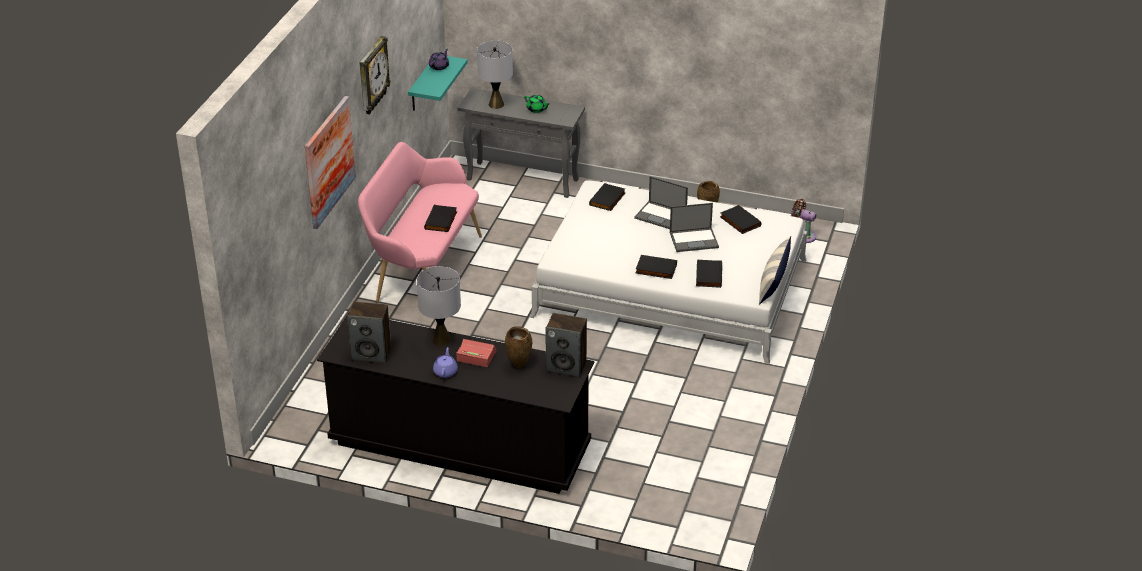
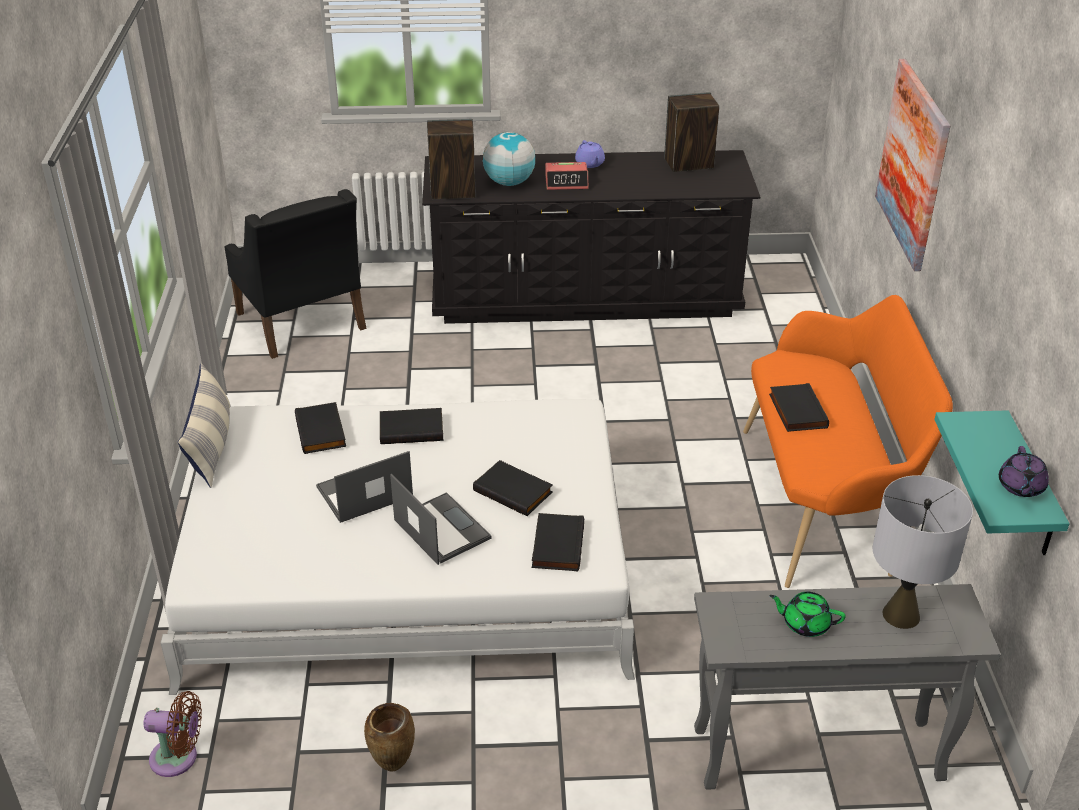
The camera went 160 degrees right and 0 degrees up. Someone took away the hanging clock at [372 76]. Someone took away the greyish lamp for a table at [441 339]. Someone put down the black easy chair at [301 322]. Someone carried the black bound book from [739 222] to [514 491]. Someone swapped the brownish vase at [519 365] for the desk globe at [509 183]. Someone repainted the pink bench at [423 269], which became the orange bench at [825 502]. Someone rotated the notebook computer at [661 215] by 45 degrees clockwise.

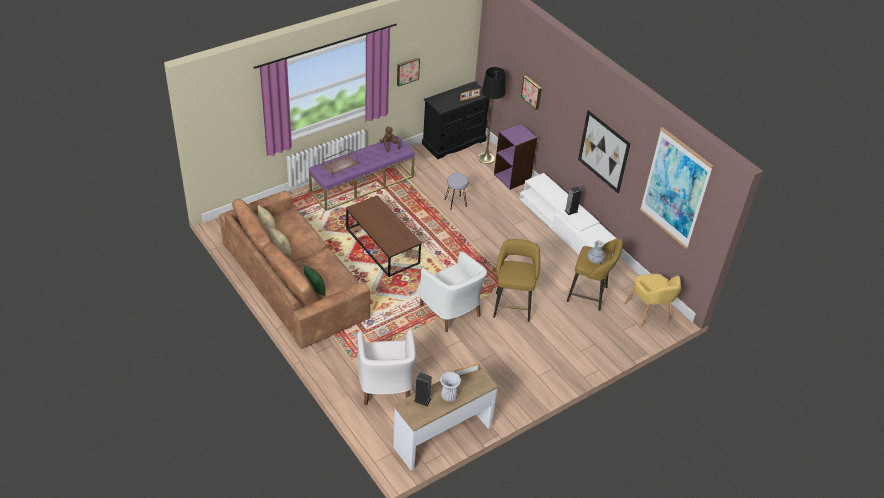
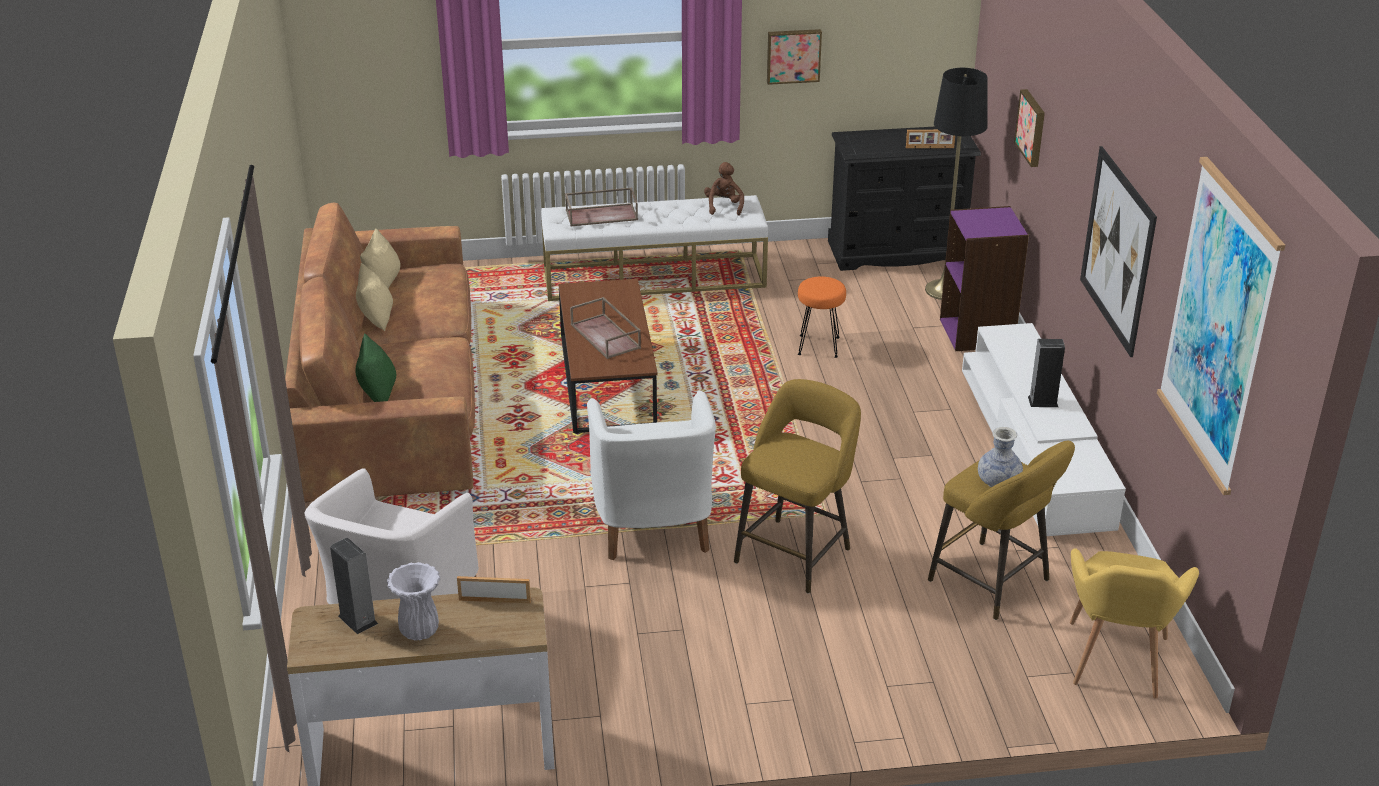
The camera went 30 degrees right and 10 degrees down. Someone put down the brownish carrying tray at [606 336]. Someone repainted the purplish bench at [362 184], which became the white-coloured bench at [654 277]. Someone repainted the greyish stool at [456 202], which became the orange stool at [819 346].

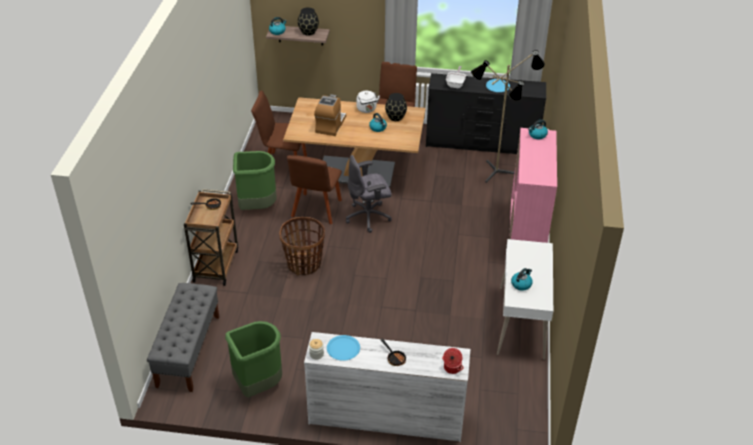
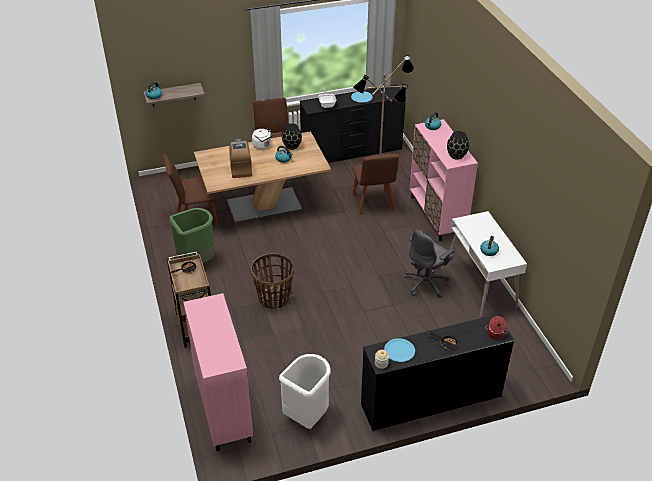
The camera went 25 degrees left and 0 degrees up. Someone carried the brownish plain chair from [316 210] to [373 203]. Someone carried the black vase from [308 32] to [456 155]. Someone carried the greyish computer chair from [369 217] to [426 283]. Someone swapped the greyish bench at [188 350] for the pink cabinet at [223 409]. Someone repainted the green-coloured trash can at [258 385], which became the white-coloured trash can at [307 415]. Someone repainted the white-coloured drawer chest at [386 417], which became the black drawer chest at [430 400].

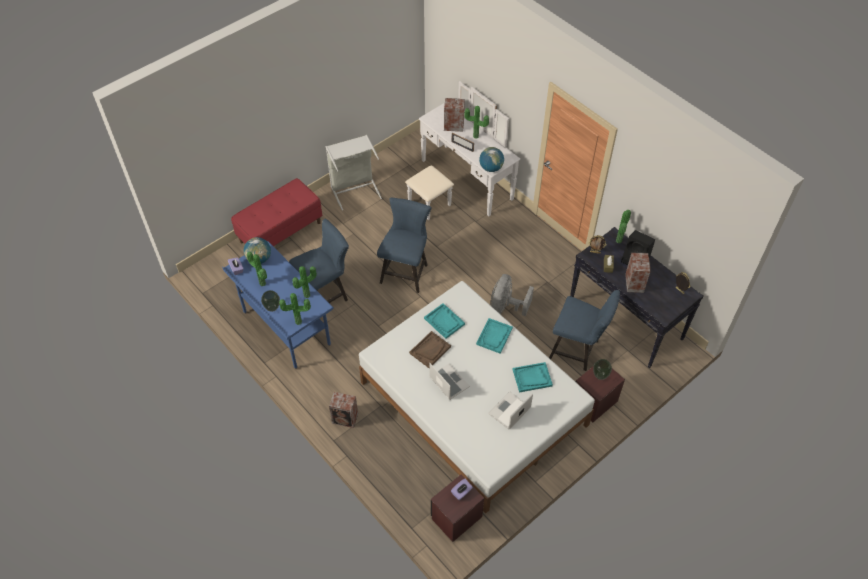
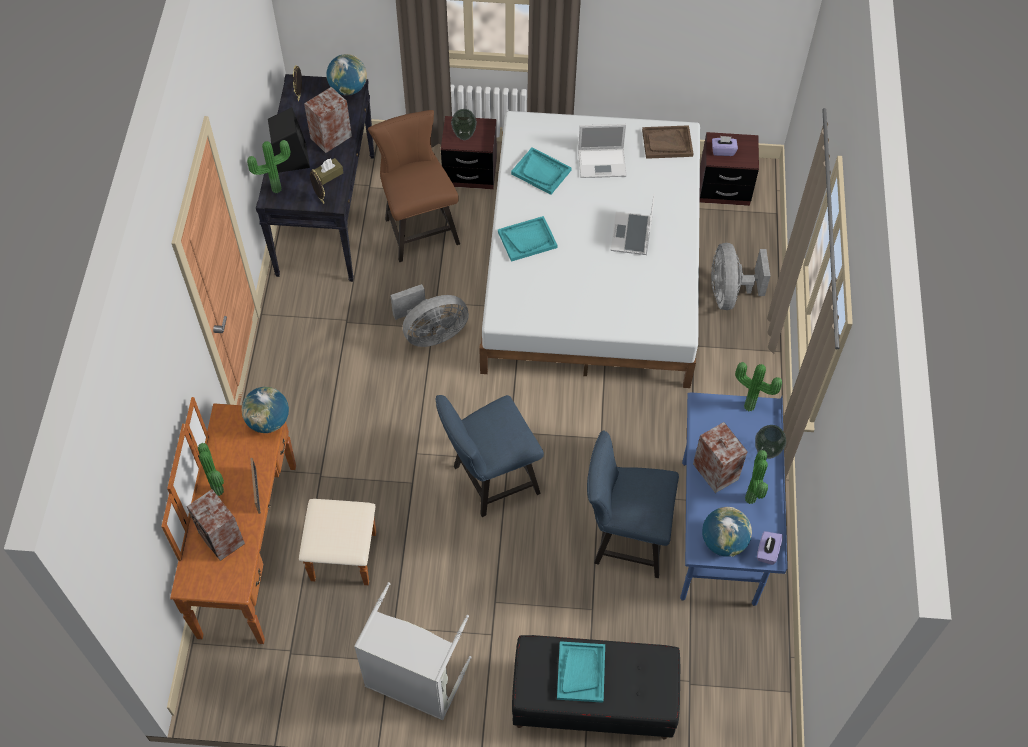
The camera went 135 degrees left and 5 degrees up. Someone took away the potted plant at [308 296]. Someone put down the desk globe at [348 89]. Someone put down the greyish cooling fan at [729 293]. Someone carried the speaker from [346 419] to [715 470]. Someone carried the brownish carrying tray from [430 350] to [667 143]. Someone carried the blue-green carrying tray from [444 321] to [581 672]. Someone repainted the red bench at [280 232], which became the black bench at [592 702]. Someone repainted the white-coloured drawer chest at [458 185], which became the brownish drawer chest at [270 550]. Someone repainted the blue plain chair at [577 350], which became the brownish plain chair at [418 227].

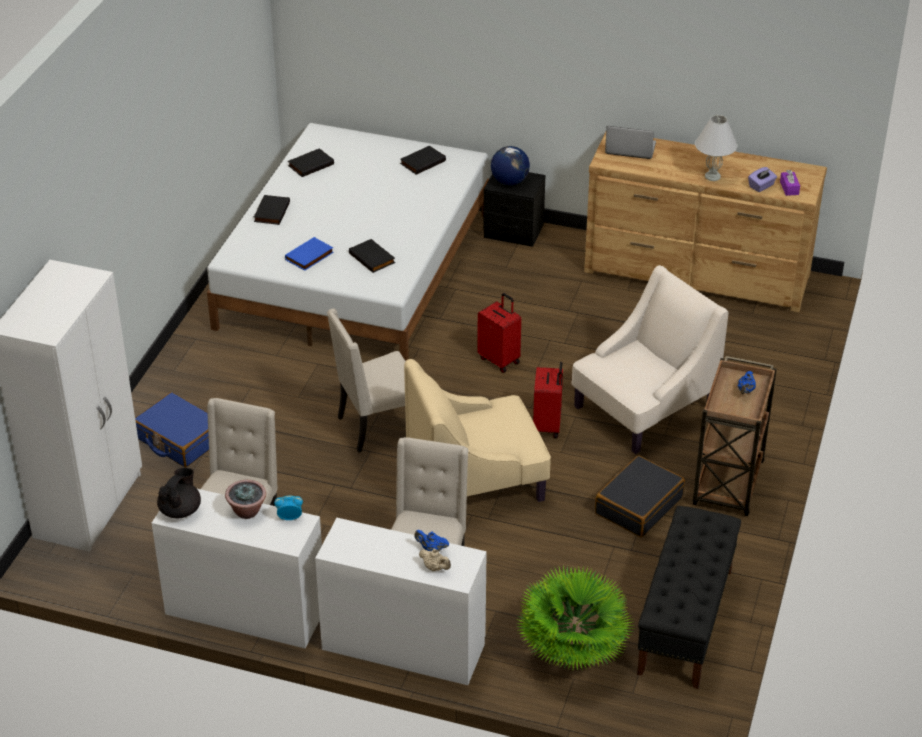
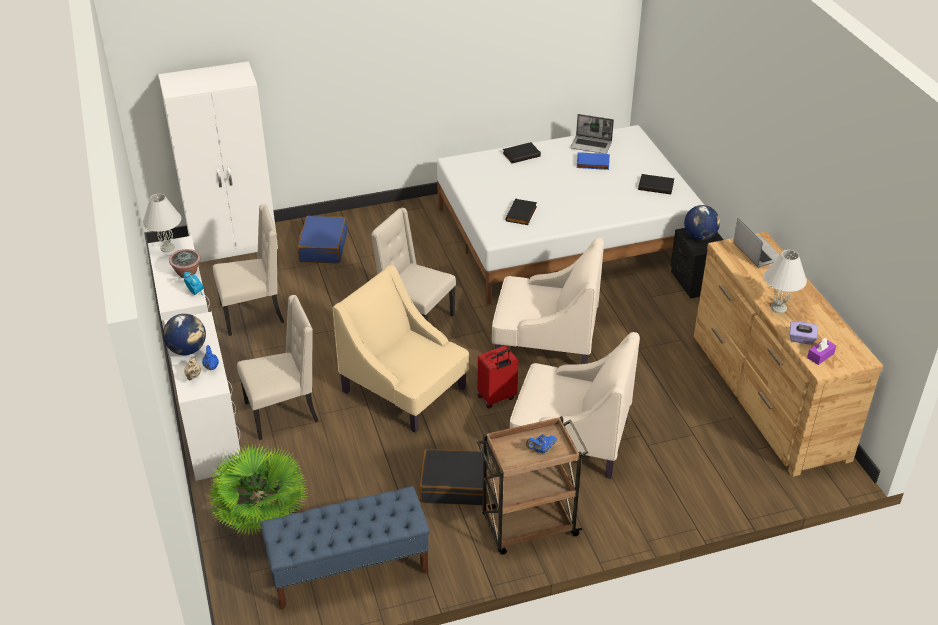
The camera went 55 degrees right and 0 degrees up. Someone put down the desk globe at [187 350]. Someone carried the blue bound book from [310 257] to [592 163]. Someone swapped the black teapot at [180 510] for the white-coloured lamp for a table at [167 248]. Someone swapped the black bound book at [310 164] for the notebook computer at [591 145]. Someone swapped the red travel case at [500 360] for the beige easy chair at [544 341]. Someone repainted the black bench at [685 622], which became the blue bench at [348 569].

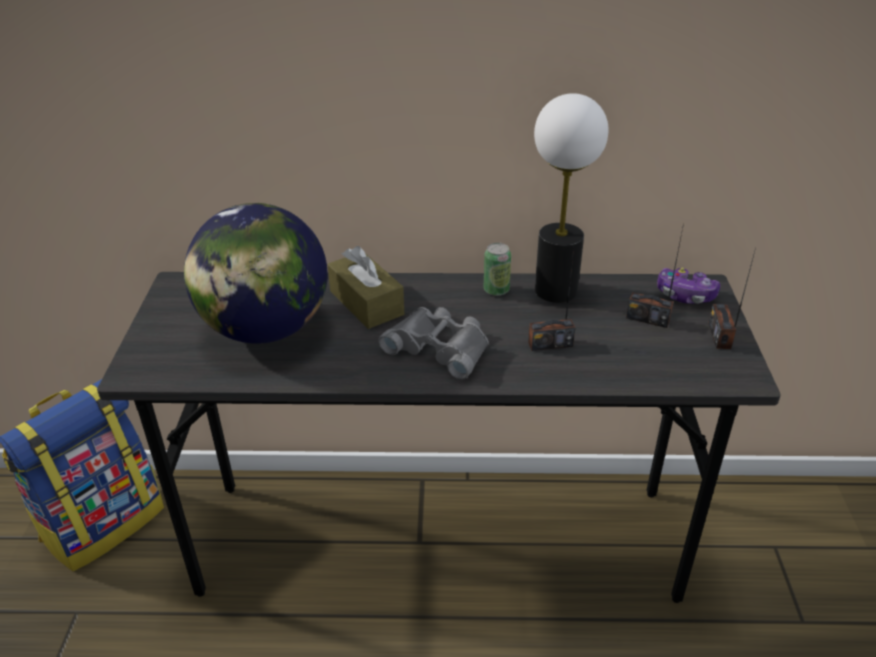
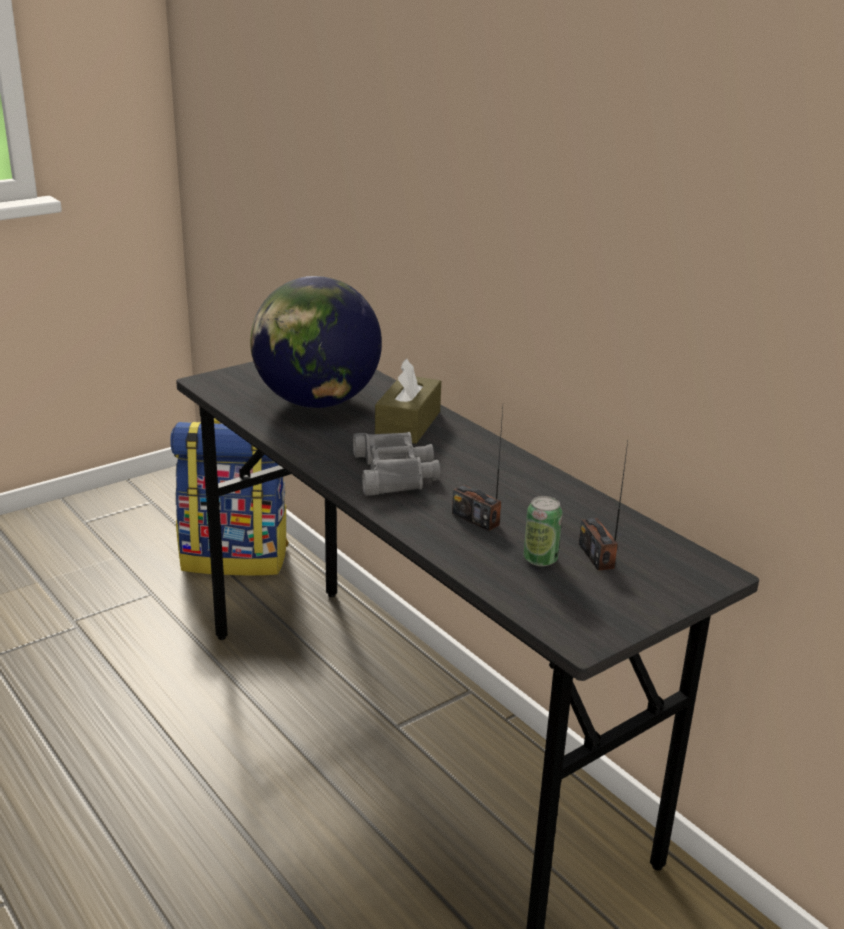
The camera went 50 degrees right and 10 degrees down. Someone took away the lamp for a table at [555 291]. Someone took away the game controller at [685 295]. Someone took away the radio receiver at [720 335]. Someone carried the metal can from [496 290] to [540 559].

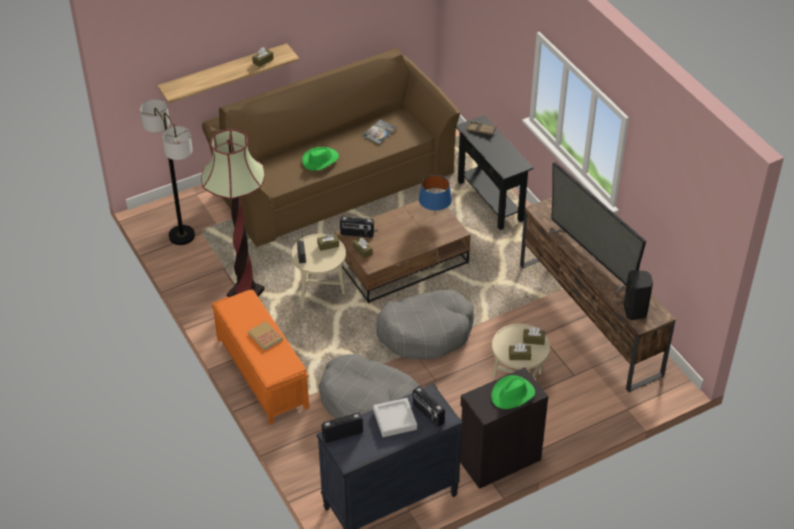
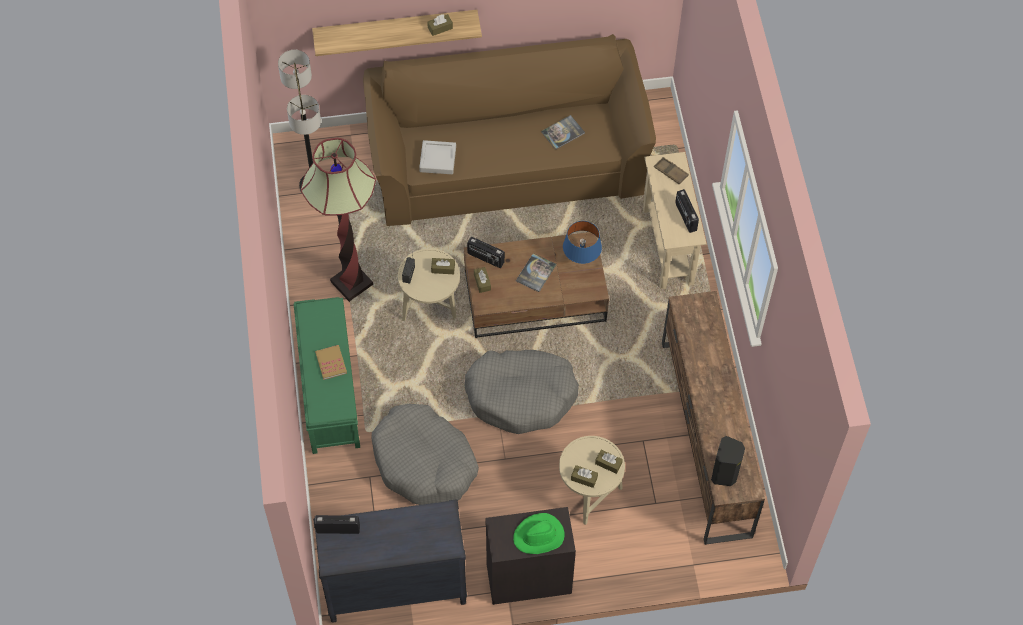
The camera went 20 degrees right and 15 degrees up. Someone took away the green-coloured hat at [320 160]. Someone took away the television at [591 256]. Someone put down the bound book at [536 273]. Someone carried the greyish carrying tray from [395 420] to [438 159]. Someone carried the radio receiver from [428 414] to [685 217]. Someone repainted the orange bench at [261 372], which became the green-coloured bench at [329 387]. Someone repainted the black narrow table at [490 201], which became the beige narrow table at [668 246].

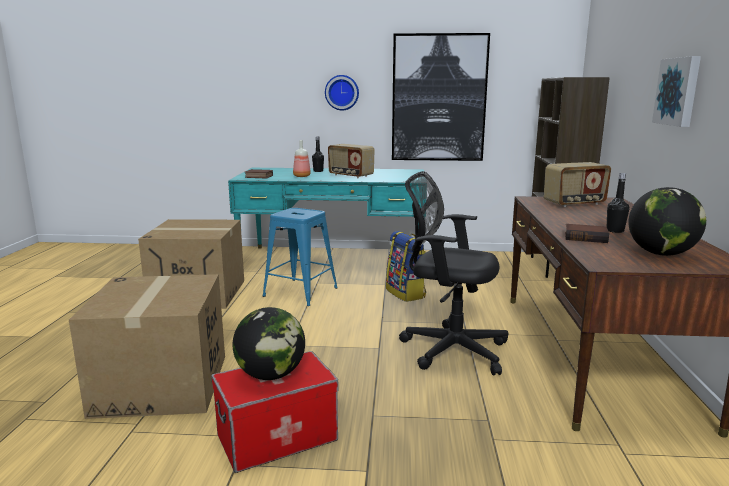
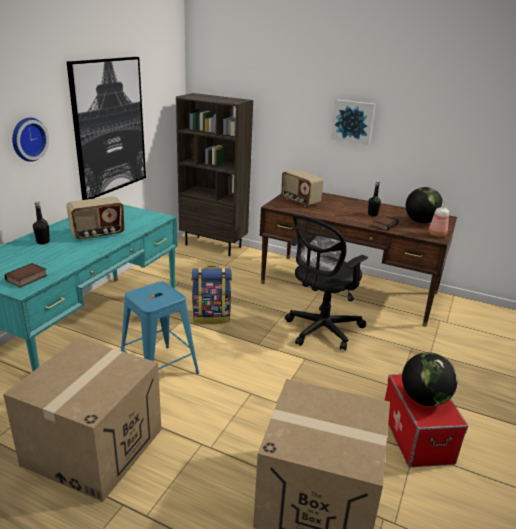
The camera went 70 degrees left and 10 degrees up. Someone carried the drink bottle from [301 176] to [437 235]. Someone rotated the radio receiver at [574 203] by 135 degrees clockwise.

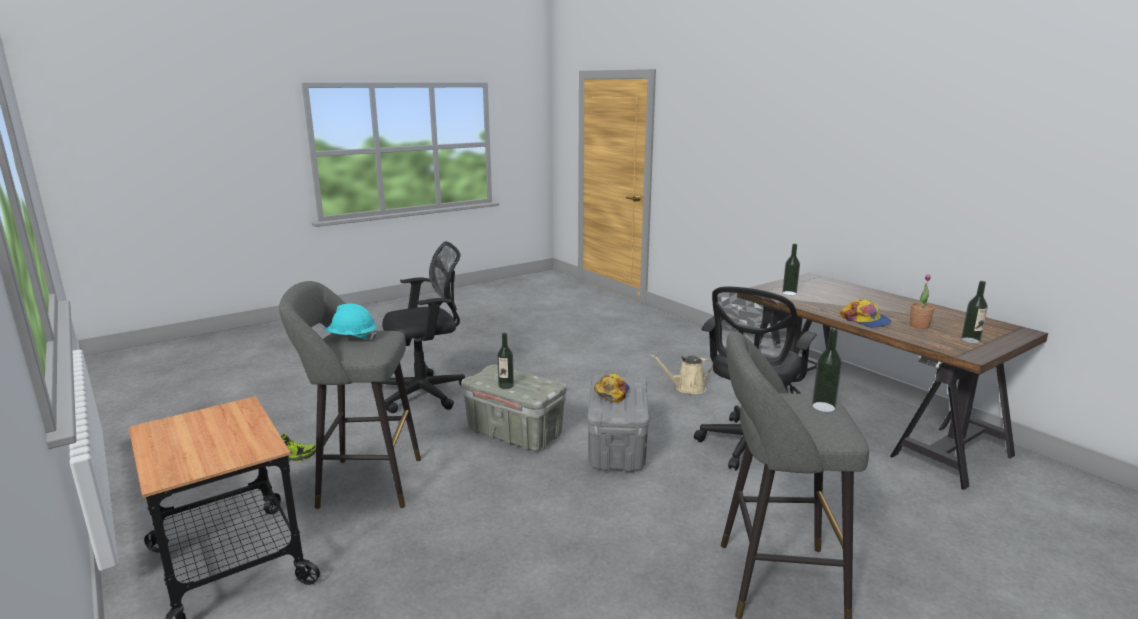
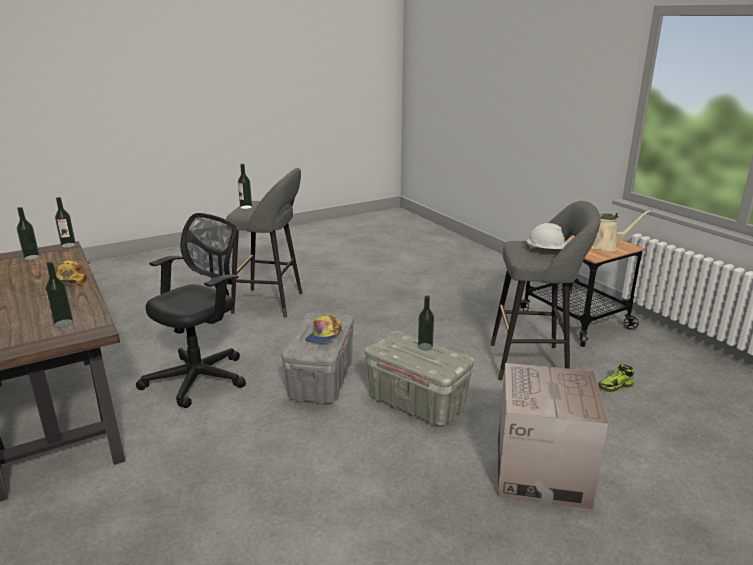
The camera went 175 degrees left and 5 degrees up. Someone took away the potted plant at [919 326]. Someone put down the drink bottle at [68 245]. Someone carried the beige watering can from [687 388] to [605 246]. Someone swapped the black computer chair at [426 393] for the carton at [541 472]. Someone repainted the blue-green hard hat at [352 338], which became the white-coloured hard hat at [547 251].

